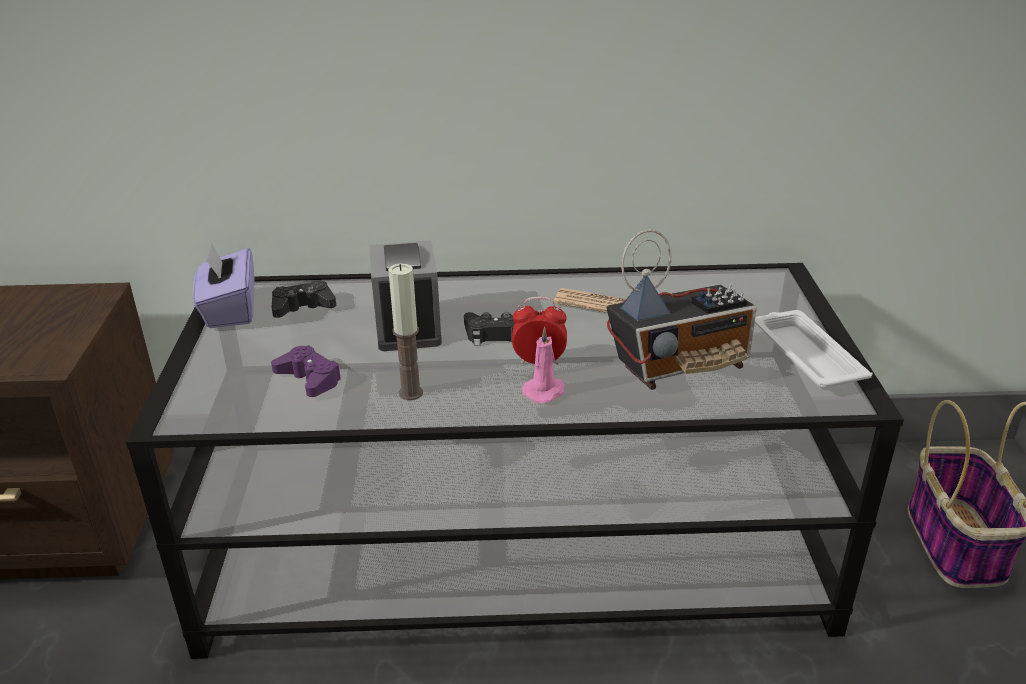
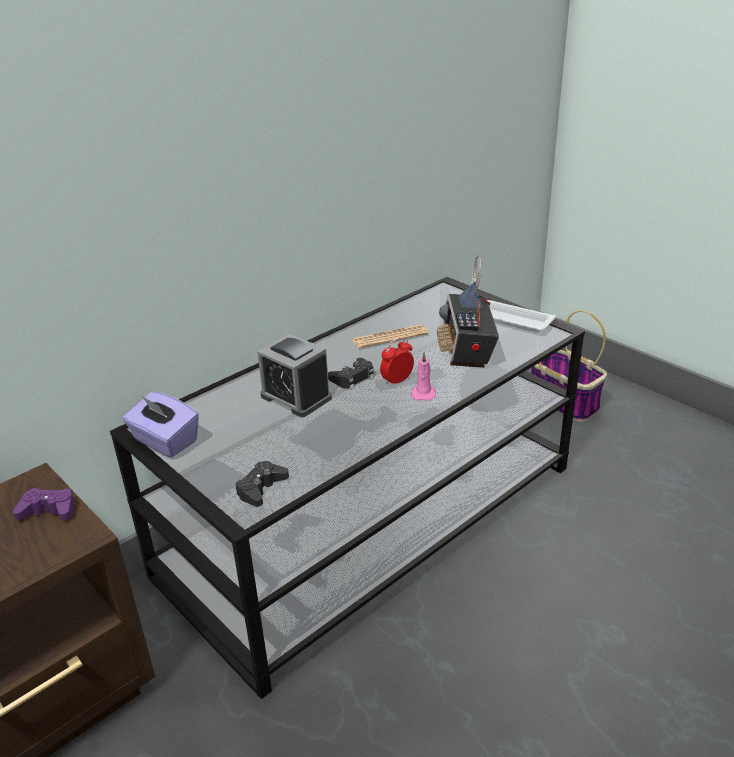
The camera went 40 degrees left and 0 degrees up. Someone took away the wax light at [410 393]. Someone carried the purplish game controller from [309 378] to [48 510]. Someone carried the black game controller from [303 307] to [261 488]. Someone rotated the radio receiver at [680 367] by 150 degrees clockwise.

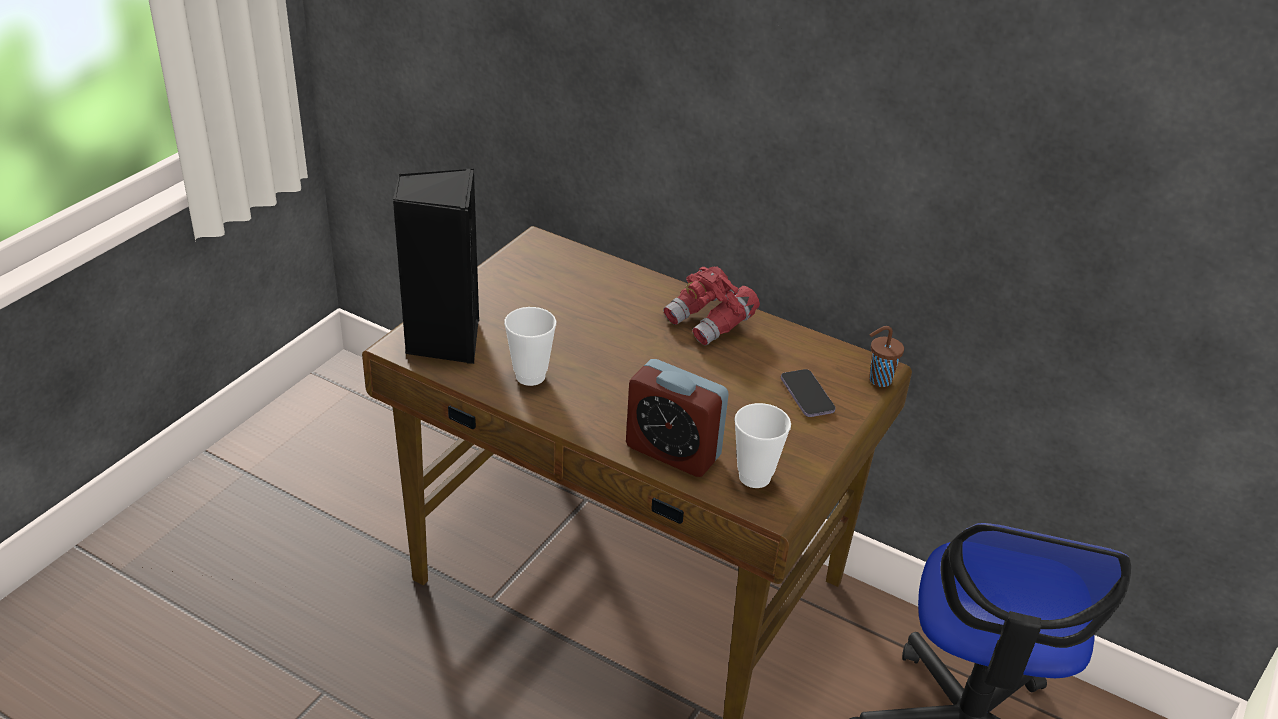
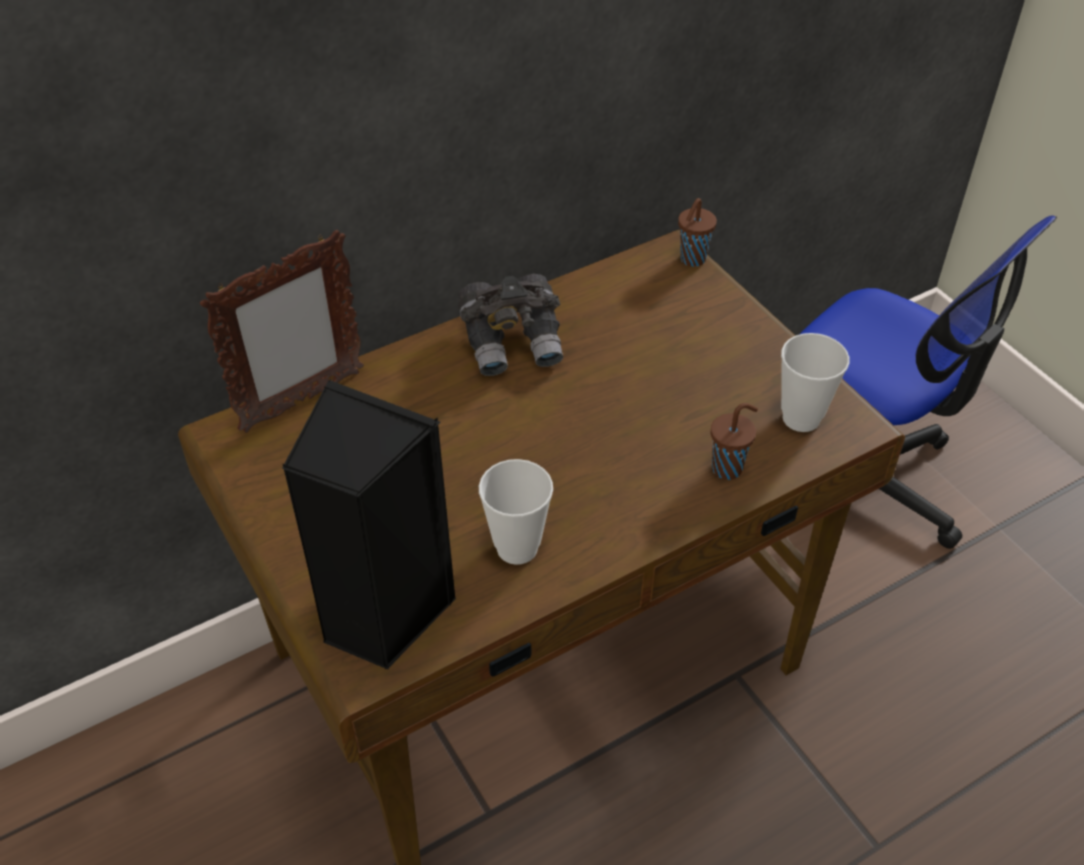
The camera went 60 degrees left and 10 degrees up. Someone took away the phone at [807 395]. Someone put down the photo frame at [301 401]. Someone swapped the alarm clock at [673 451] for the brownish small cup at [728 468]. Someone repainted the red pair of binoculars at [710 322], which became the greyish pair of binoculars at [513 342].

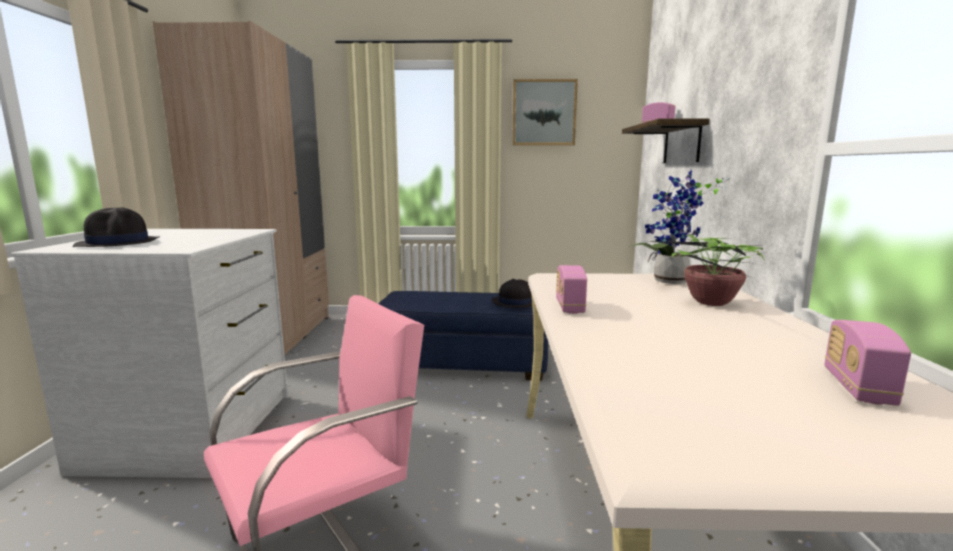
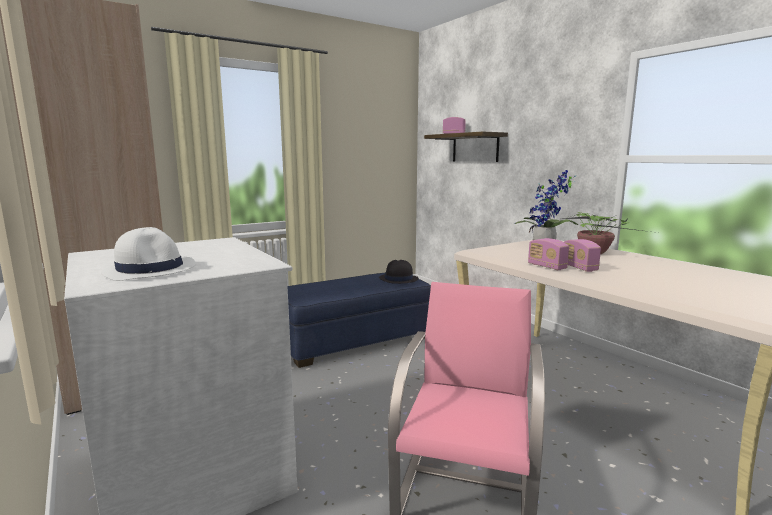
The camera went 35 degrees left and 0 degrees up. Someone took away the wall picture at [544 113]. Someone carried the radio receiver from [857 387] to [579 268]. Someone repainted the black hat at [119 243], which became the white-coloured hat at [151 269].

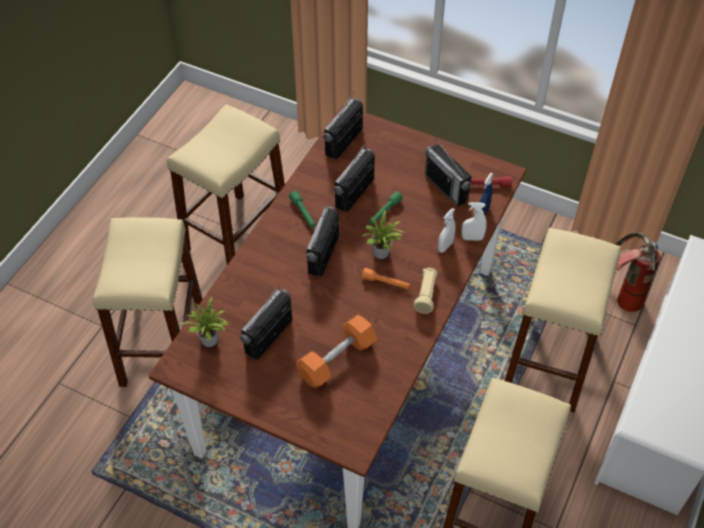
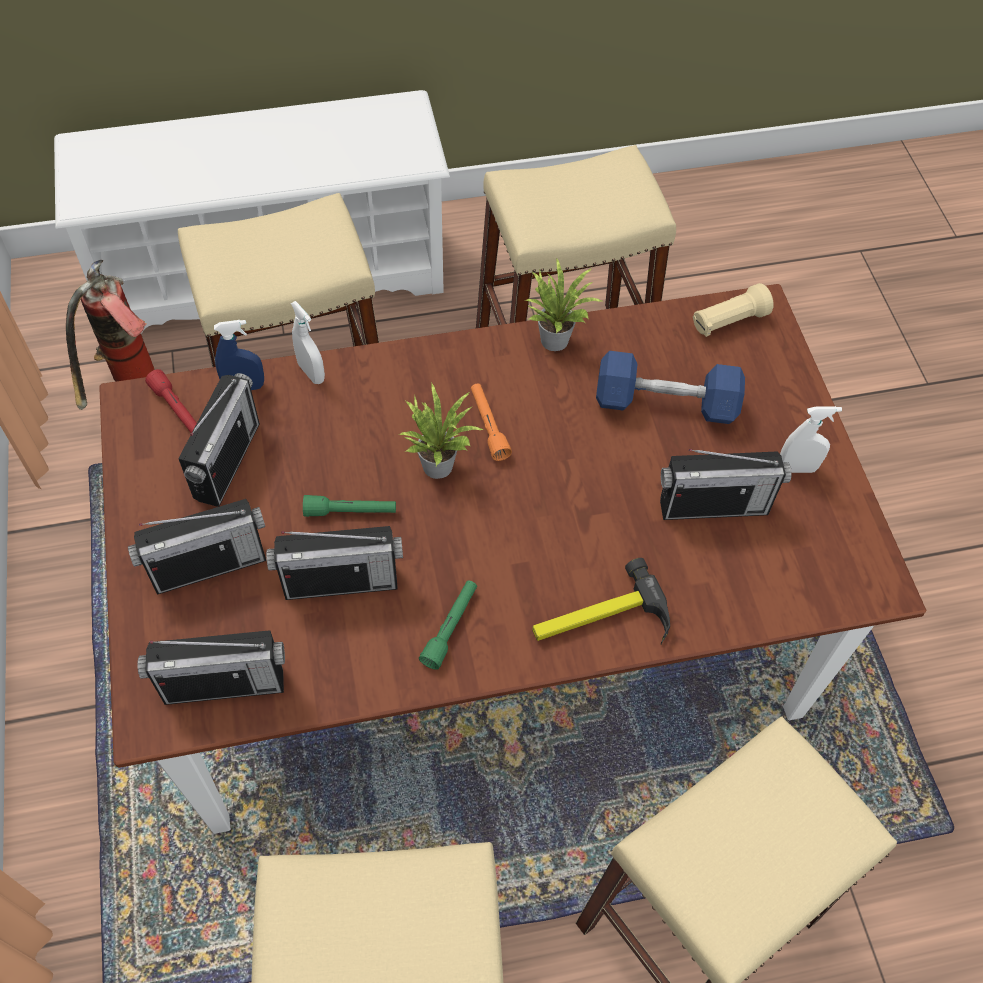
The camera went 130 degrees left and 5 degrees up. Someone put down the hammer at [599 622]. Someone carried the potted plant from [211 341] to [555 337]. Someone carried the radio receiver from [323 254] to [209 566]. Someone carried the beige flashlight from [426 295] to [728 321]. Someone carried the white-coloured sprayer from [445 246] to [797 468]. Someone repainted the orange hand weight at [337 359], which became the blue hand weight at [665 403].

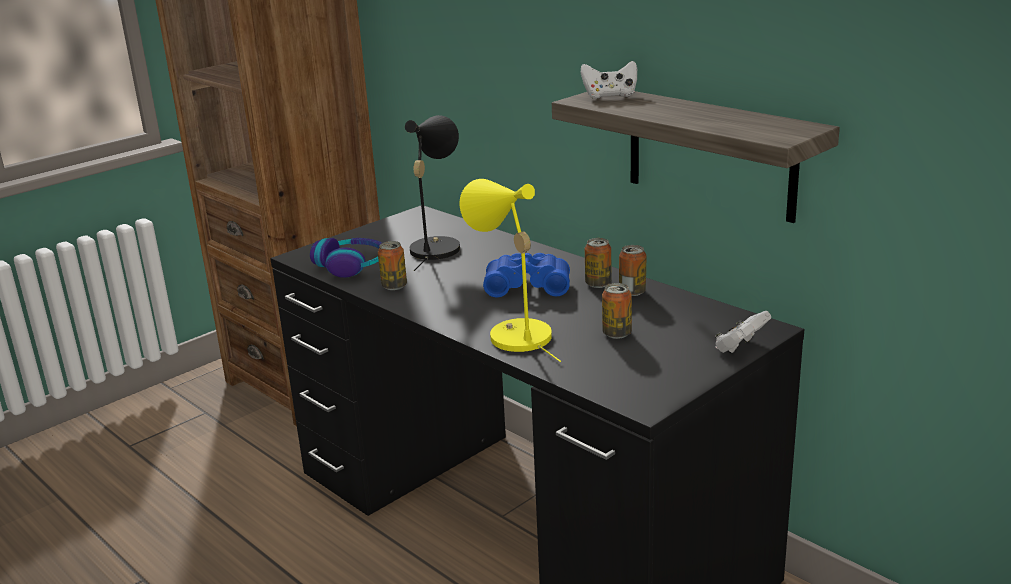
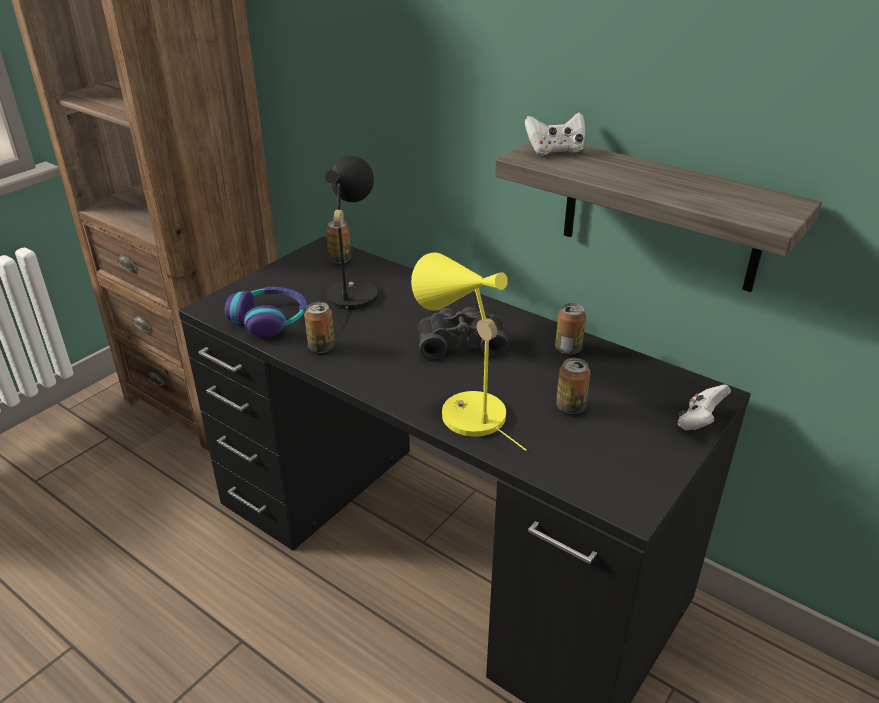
The camera went 10 degrees left and 10 degrees up. Someone carried the metal can from [598 284] to [340 259]. Someone repainted the blue pair of binoculars at [528 285], which became the black pair of binoculars at [460 342].

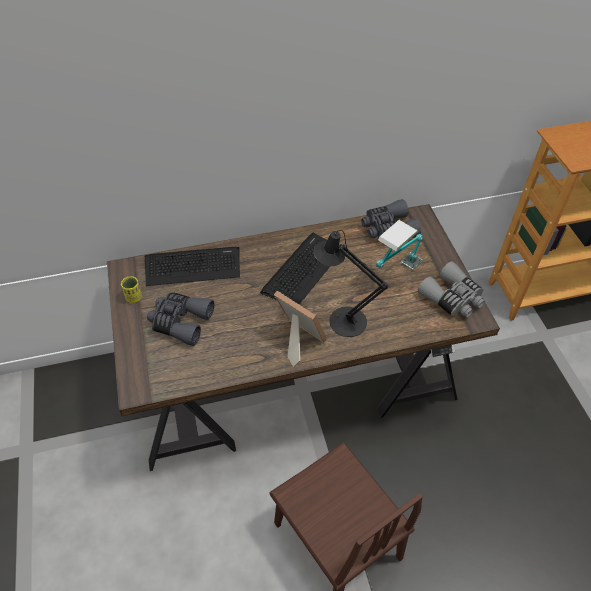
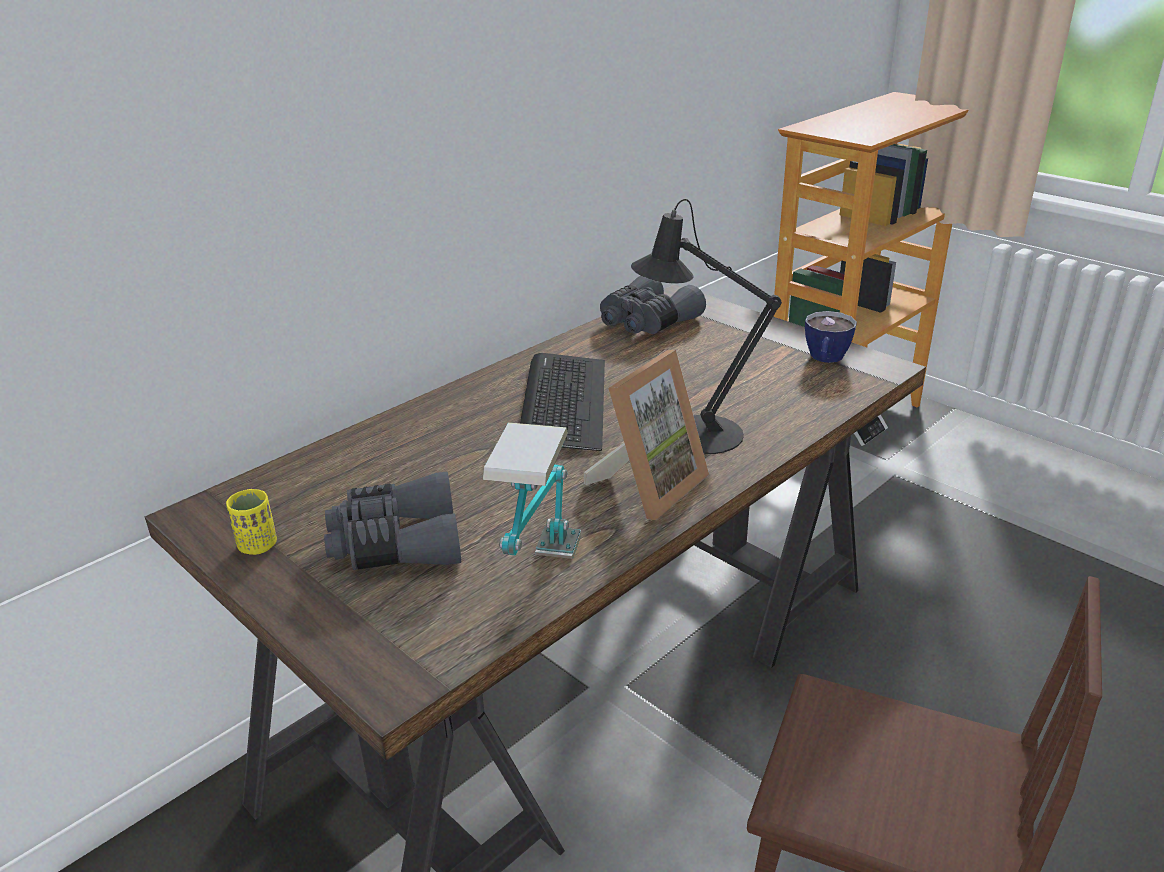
The camera went 30 degrees left and 20 degrees down. Someone took away the PC keyboard at [193 266]. Someone carried the lamp for a table from [396 276] to [543 586]. Someone swapped the greyish pair of binoculars at [452 298] for the small cup at [825 359]. Someone rotated the photo frame at [297 340] by 120 degrees clockwise.

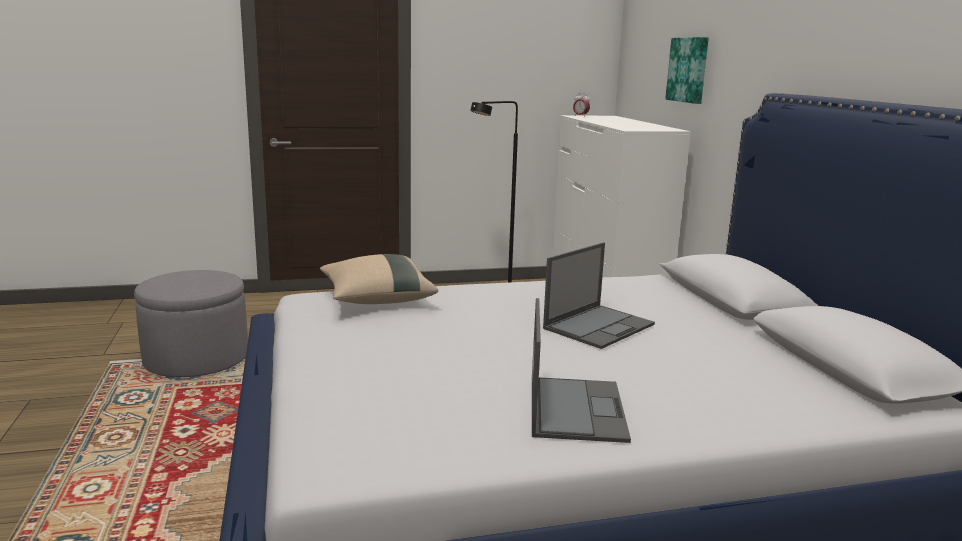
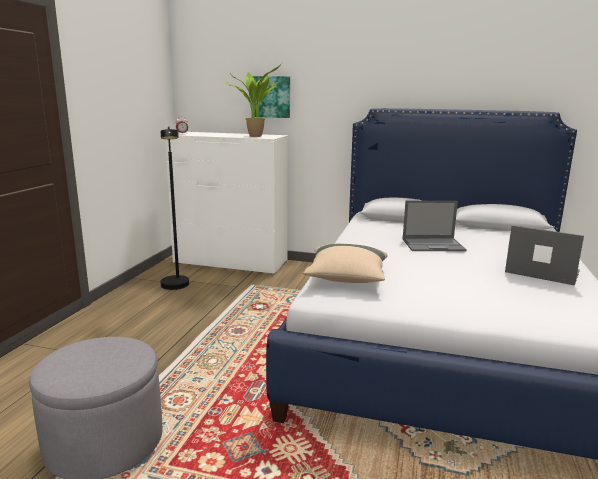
The camera went 60 degrees left and 0 degrees up. Someone put down the potted plant at [256 136]. Someone rotated the notebook computer at [599 326] by 105 degrees clockwise.

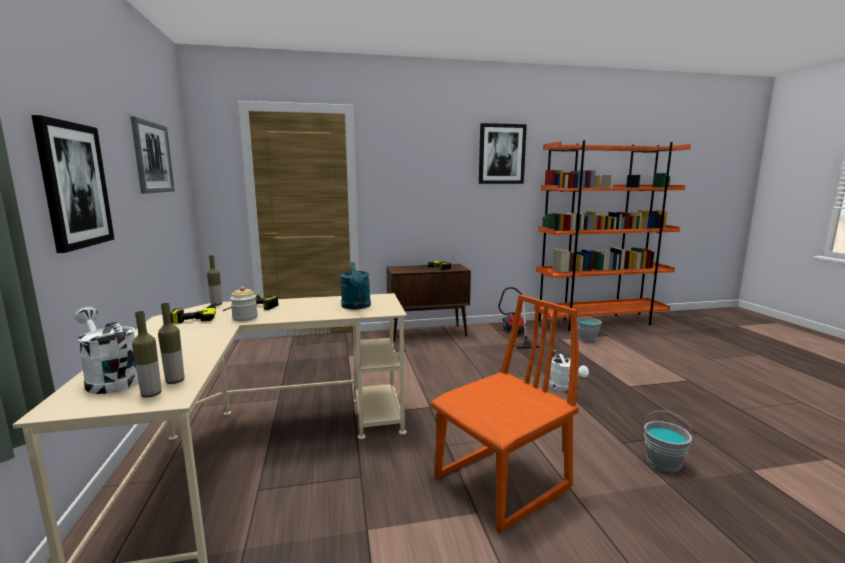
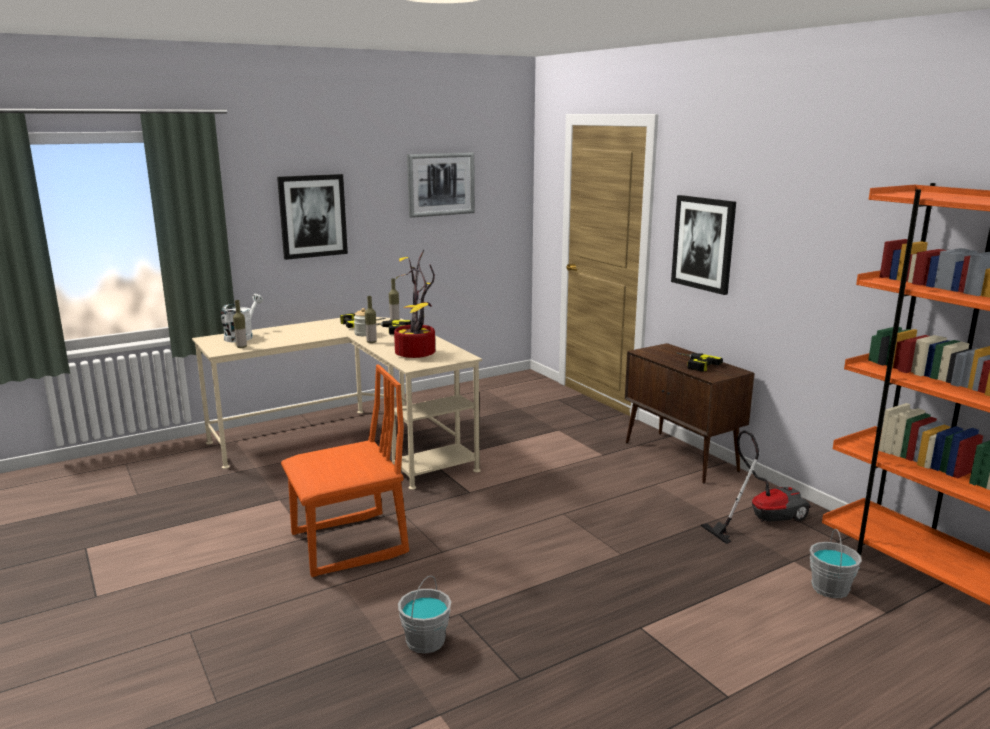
The camera went 70 degrees right and 5 degrees up. Someone took away the white-coloured watering can at [564 387]. Someone carried the drink bottle from [151 394] to [371 342]. Someone carried the wall picture from [501 154] to [703 243]. Someone swapped the blue-green watering can at [356 307] for the potted plant at [418 354]. Someone rotated the orange plain chair at [503 484] by 60 degrees counterclockwise.

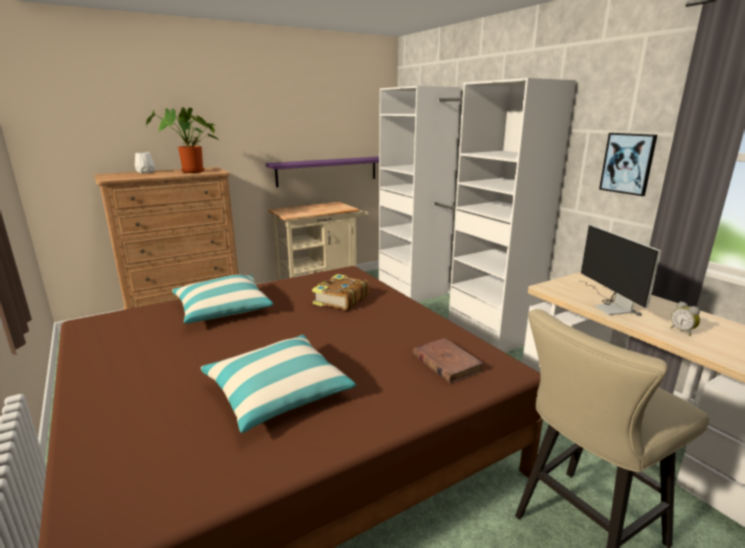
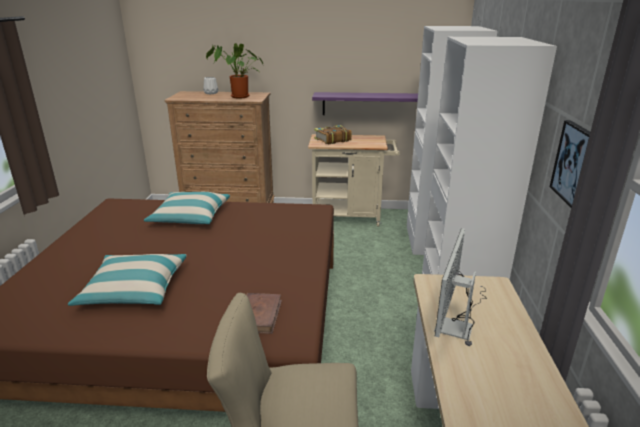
The camera went 35 degrees right and 5 degrees up. Someone took away the alarm clock at [682 331]. Someone carried the bound book from [340 300] to [332 140].

